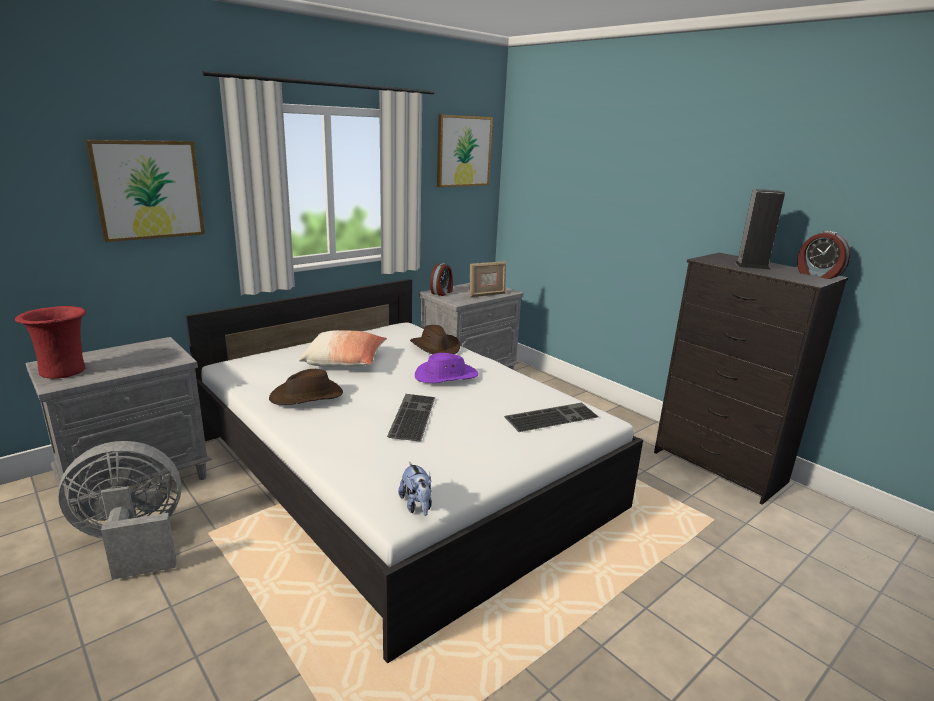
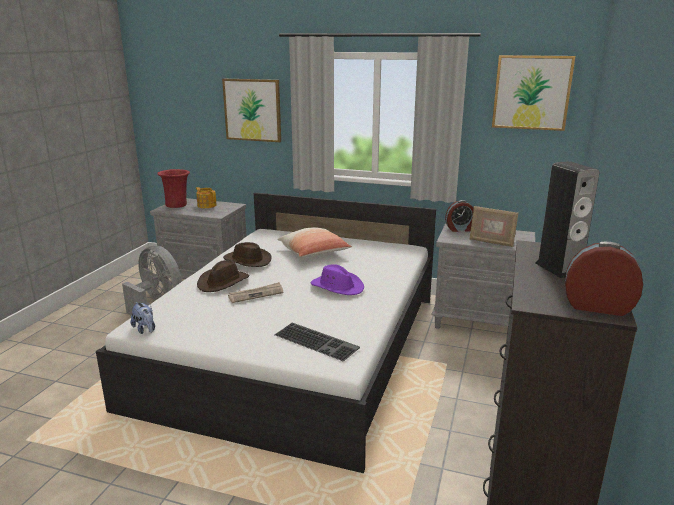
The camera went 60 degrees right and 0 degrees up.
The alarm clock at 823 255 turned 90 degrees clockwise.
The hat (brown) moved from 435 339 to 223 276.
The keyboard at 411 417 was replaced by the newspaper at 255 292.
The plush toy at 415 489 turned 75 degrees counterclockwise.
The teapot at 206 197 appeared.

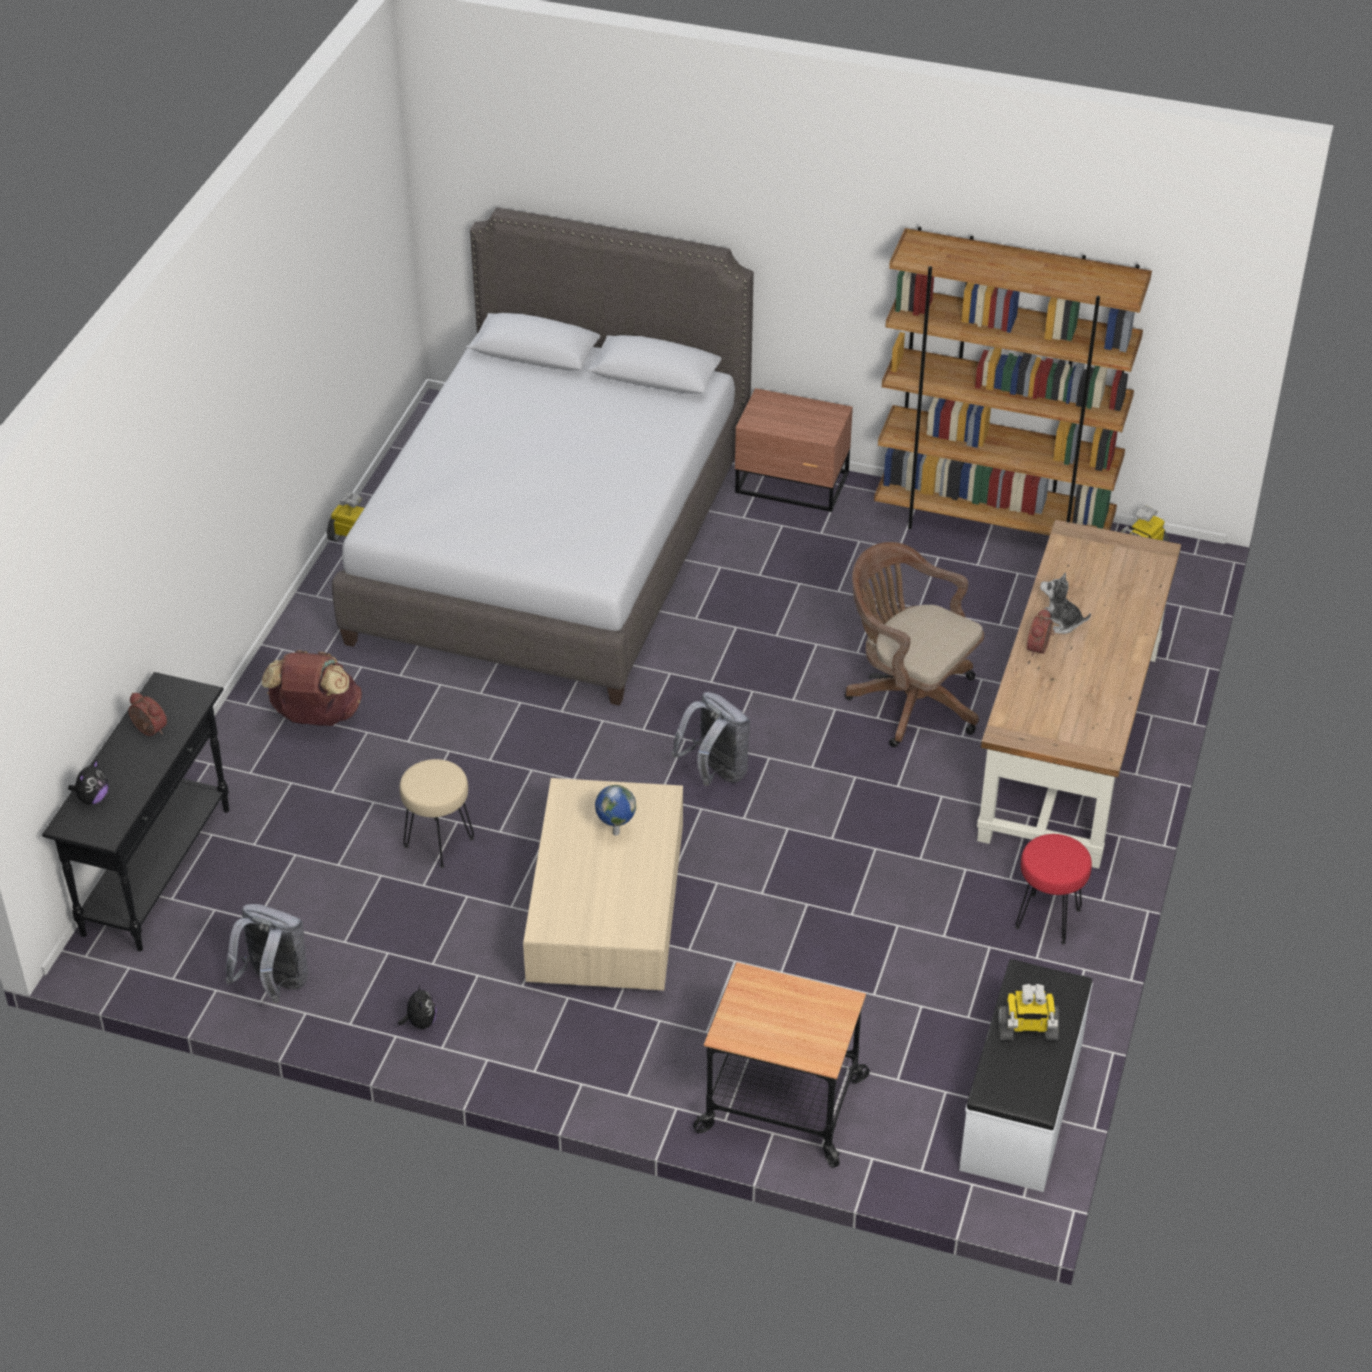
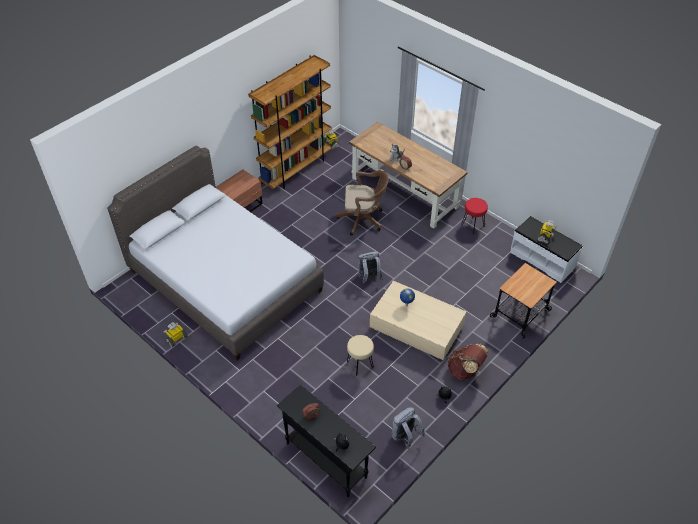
The camera went 65 degrees left and 5 degrees up.
The office chair (brown) at 914 644 turned 150 degrees counterclockwise.
The backpack (brown) moved from 312 688 to 468 362.

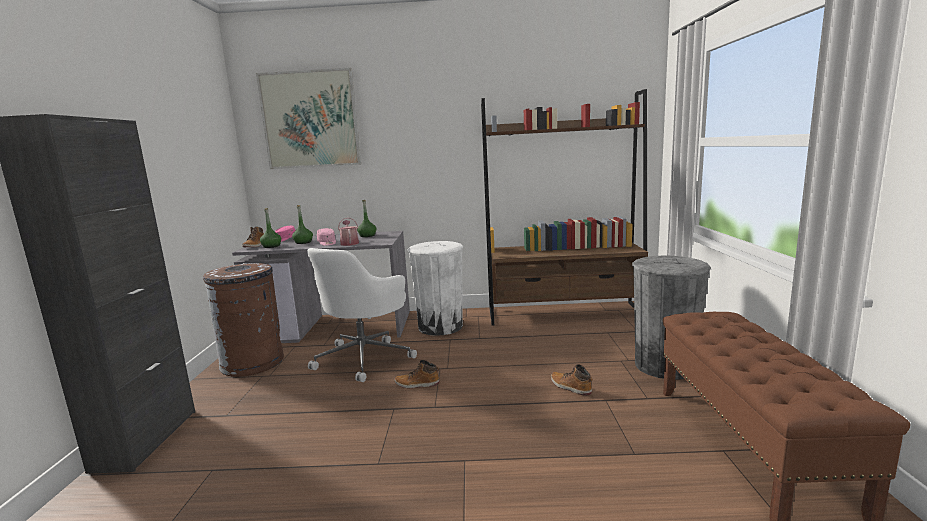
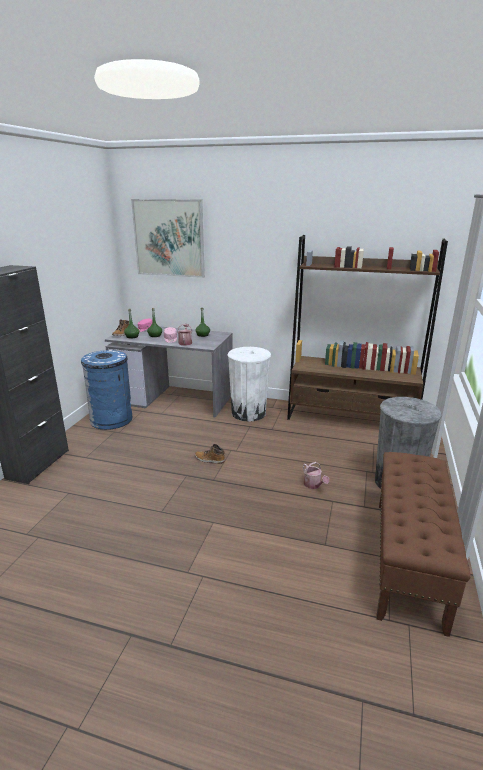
The camera went 15 degrees right and 10 degrees up.
The office chair (white) at 362 315 disappeared.
The trash can (brown) at 243 320 became the trash can (blue) at 106 390.
The boot at 571 380 was replaced by the watering can at 316 475.

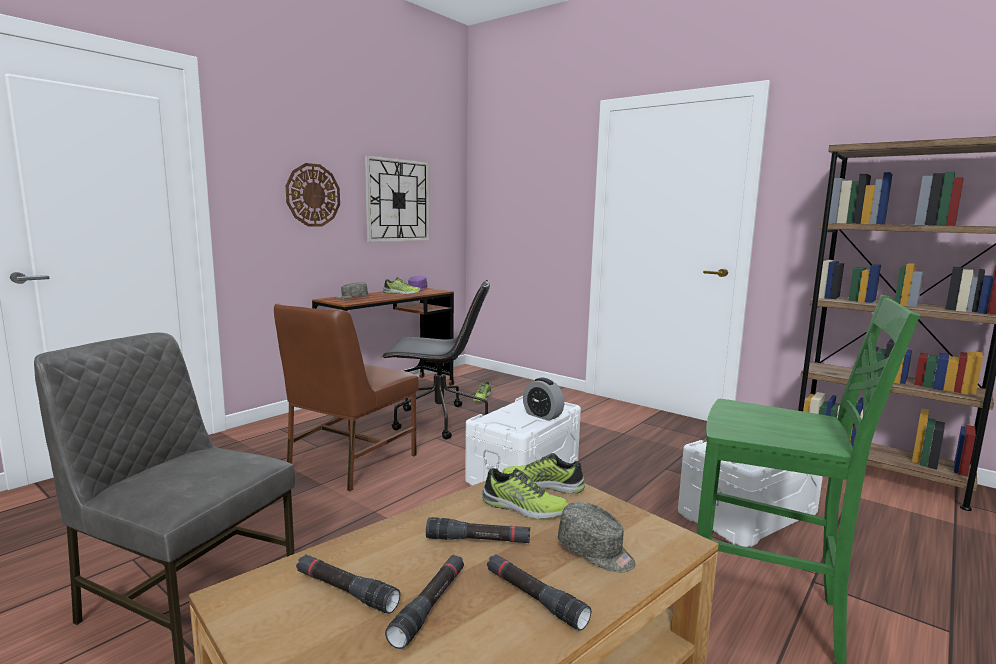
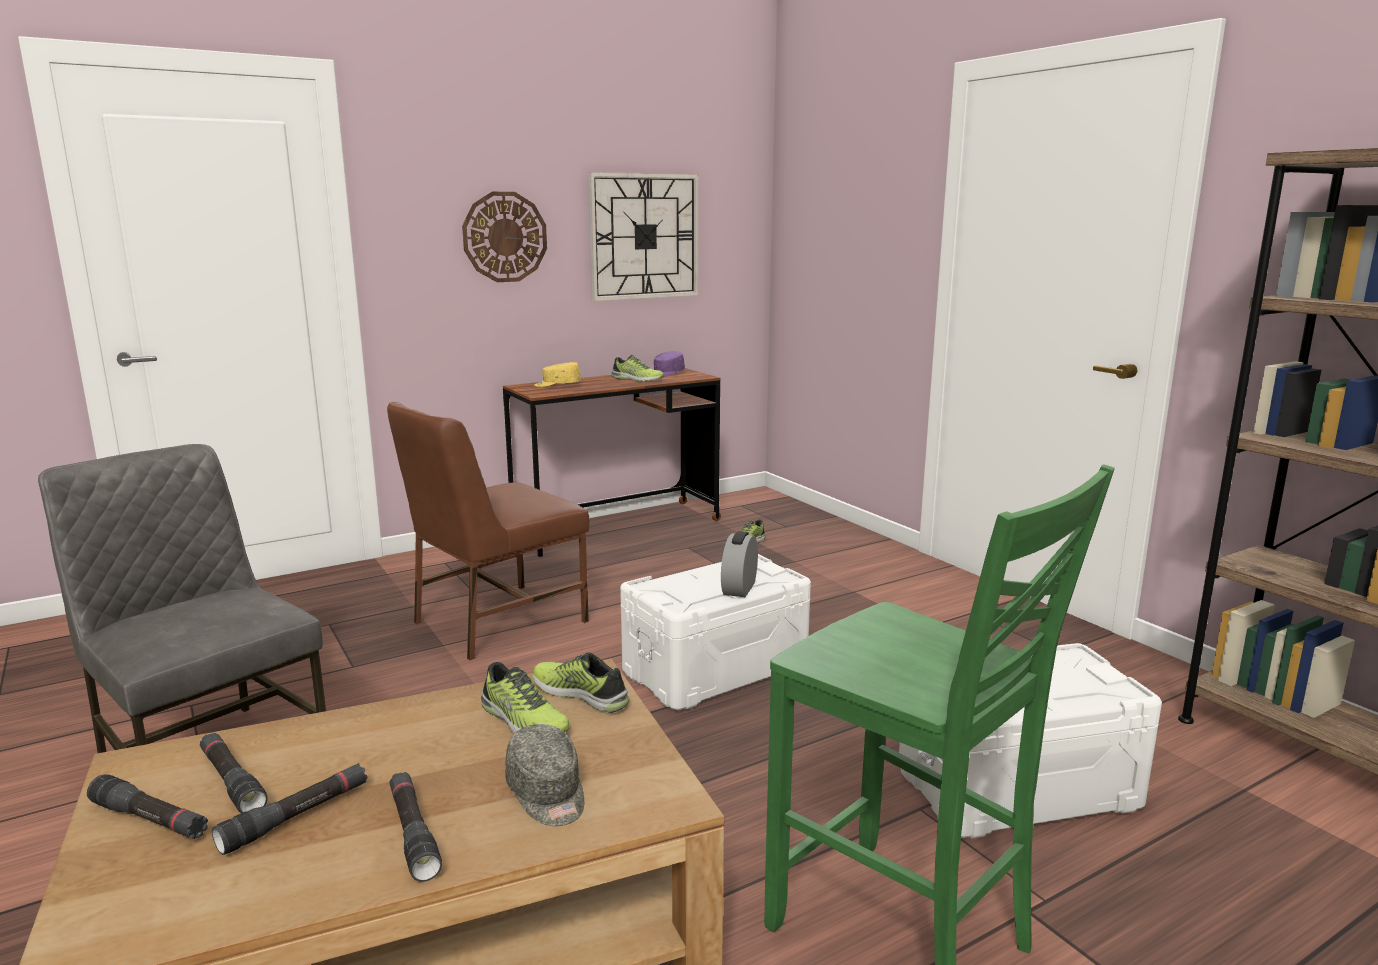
The camera went 20 degrees right and 5 degrees up.
The office chair (black) at 436 359 disappeared.
The cap (grey) at 352 290 became the cap (yellow) at 557 374.
The alarm clock at 543 399 turned 45 degrees clockwise.
The flashlight (black) moved from 478 530 to 147 806.

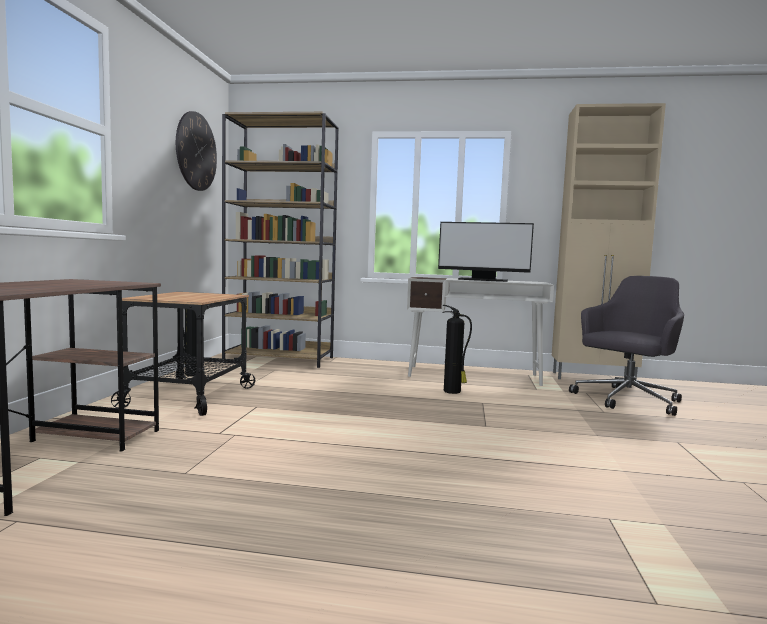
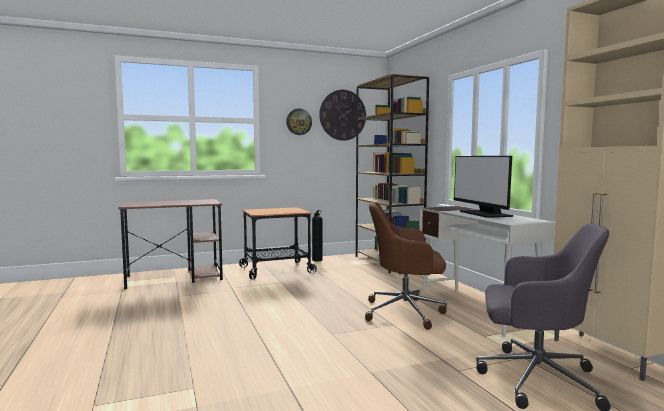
The camera went 60 degrees right and 0 degrees up.
The fire extinguisher at 457 349 was replaced by the office chair (brown) at 406 266.
The wall clock at 299 121 appeared.

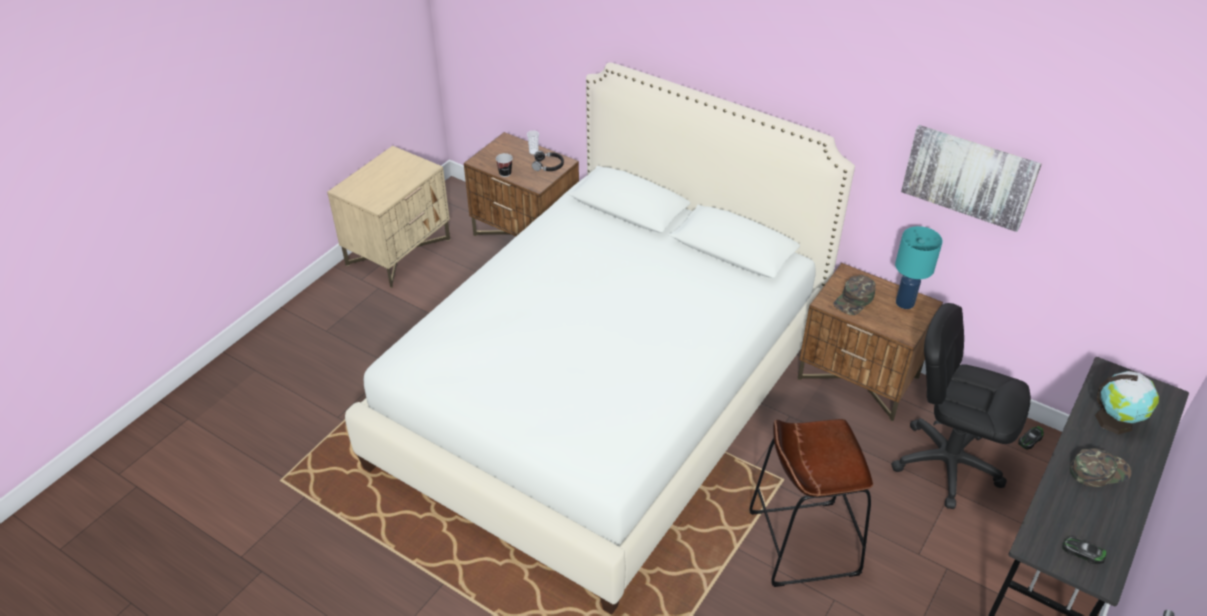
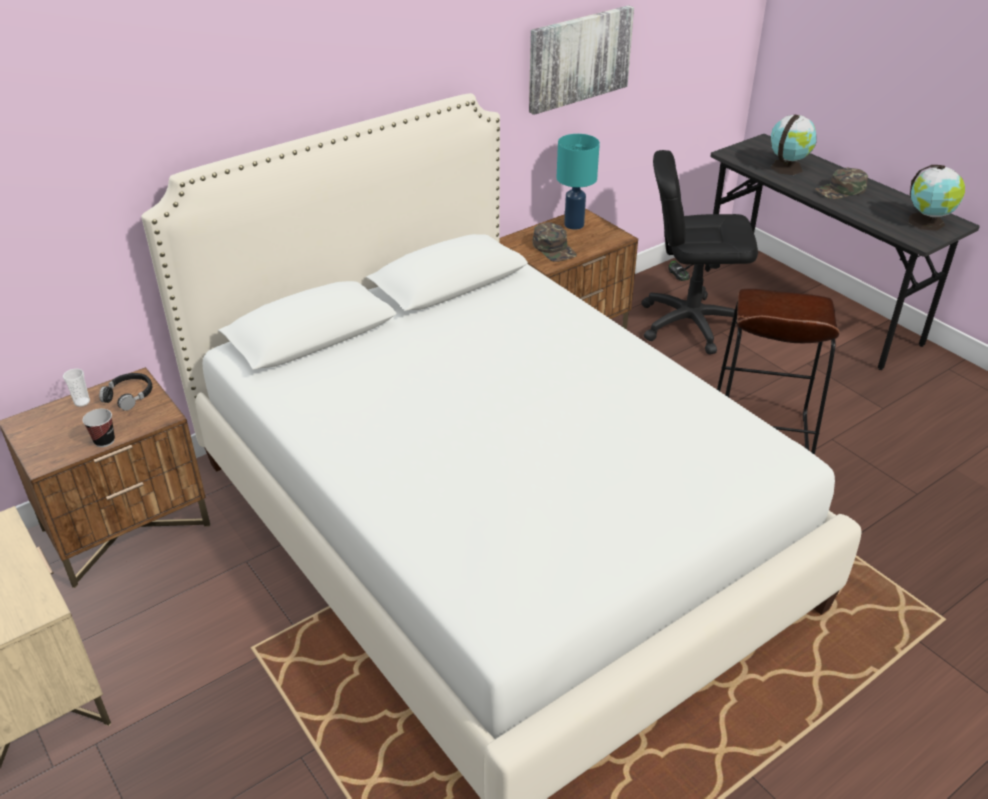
The camera went 70 degrees left and 5 degrees down.
The office chair (black) at 961 406 turned 45 degrees clockwise.
The cap (green) at 1100 467 turned 120 degrees counterclockwise.
The toy car at 1084 550 was replaced by the globe at 937 198.

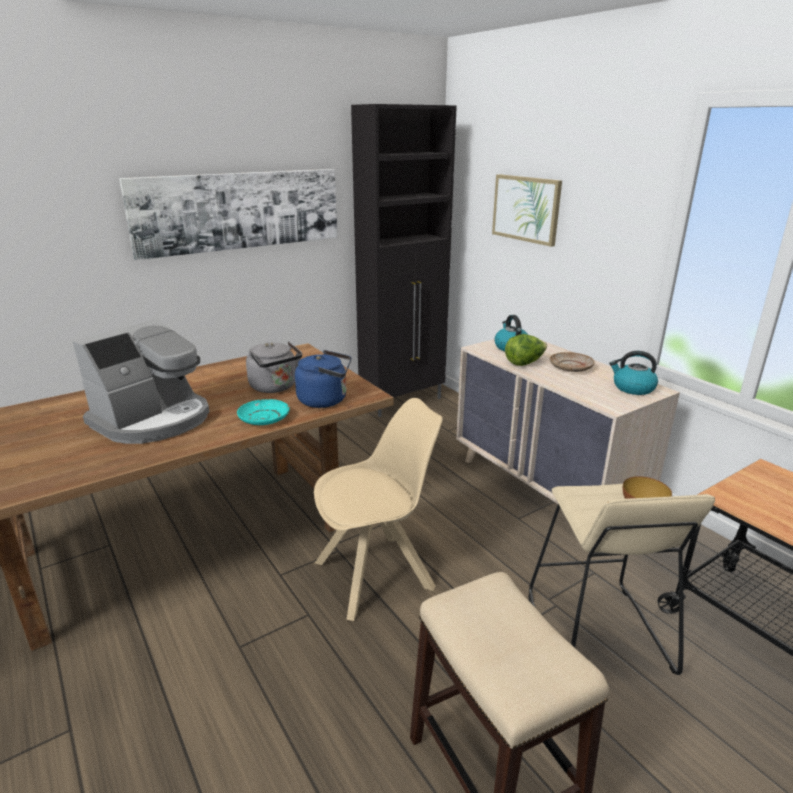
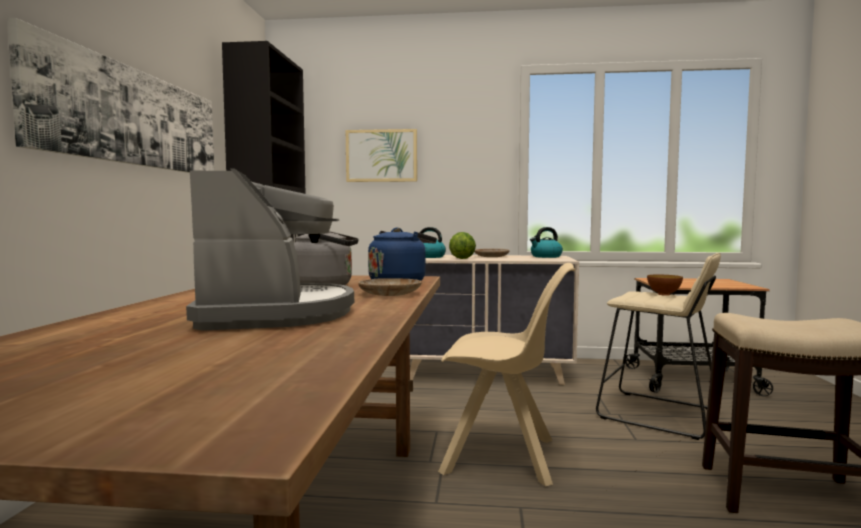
The camera went 50 degrees left and 20 degrees down.
The chair (beige) at 378 509 turned 90 degrees clockwise.
The plate (turquoise) at 263 412 became the plate (beige) at 389 287.

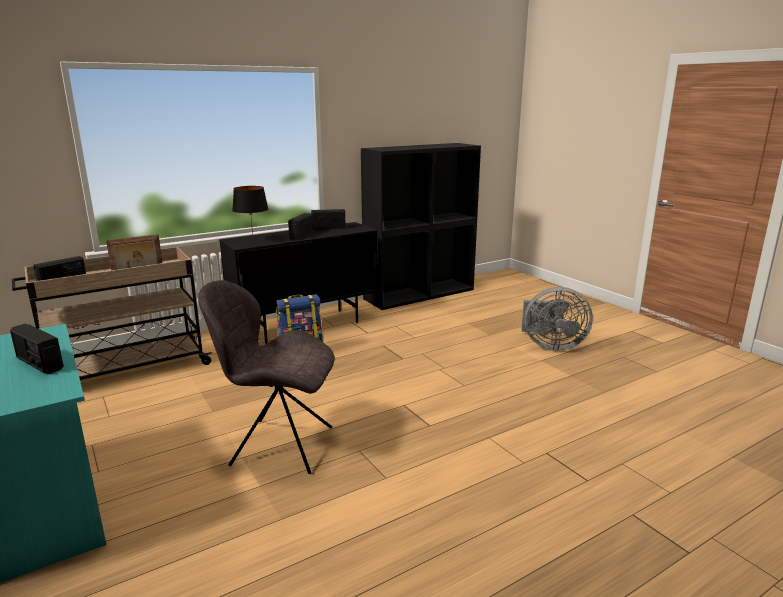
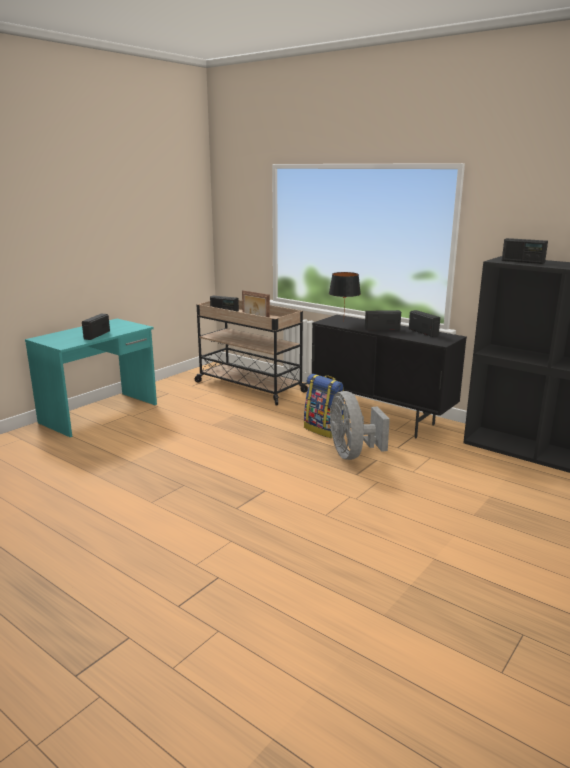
The camera went 70 degrees right and 0 degrees up.
The chair (grey) at 266 377 disappeared.
The fan (grey) moved from 557 319 to 359 425.
The radio at 525 251 appeared.

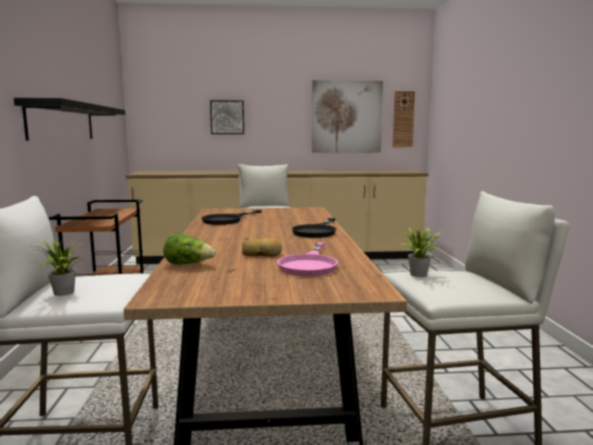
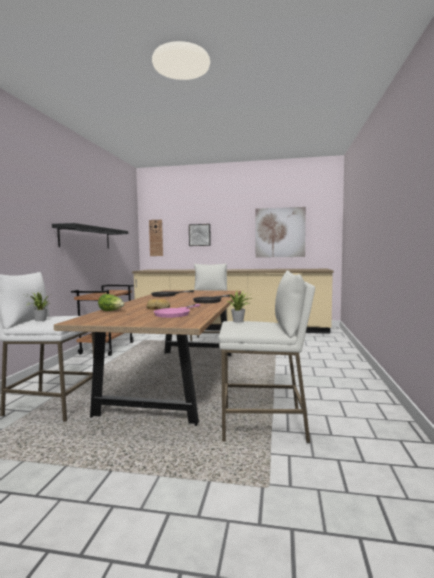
The camera went 15 degrees right and 5 degrees down.
The wall clock moved from 403 119 to 156 238.

